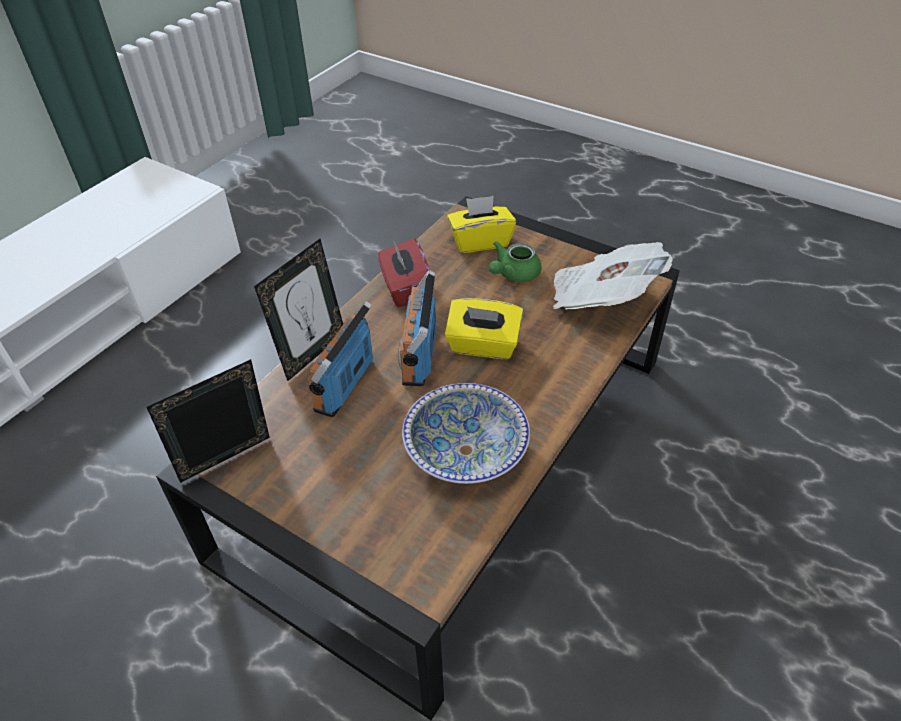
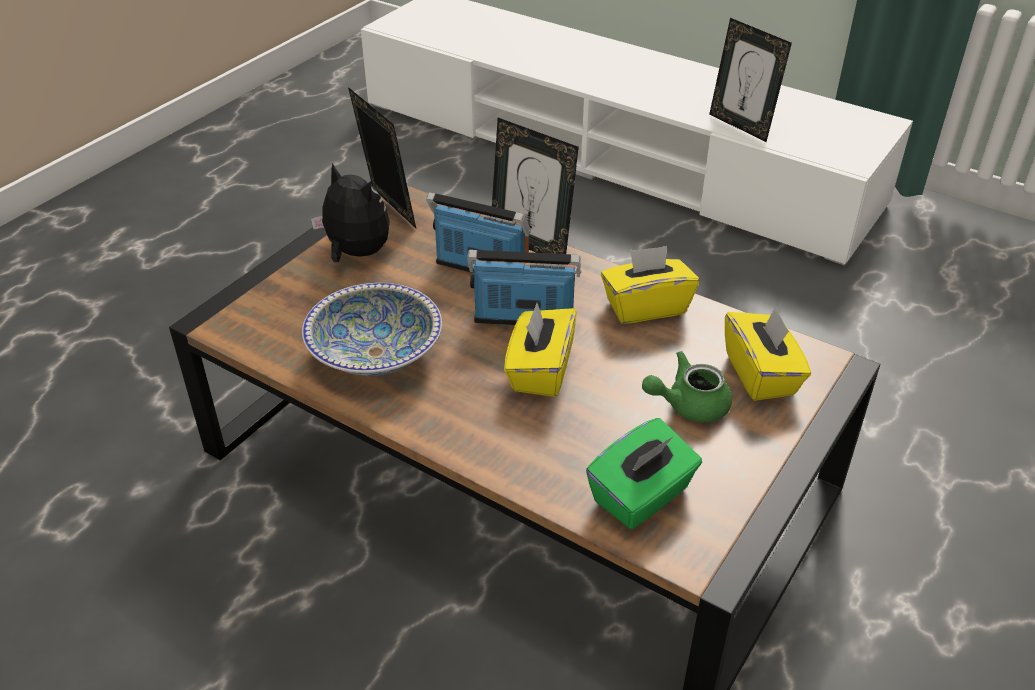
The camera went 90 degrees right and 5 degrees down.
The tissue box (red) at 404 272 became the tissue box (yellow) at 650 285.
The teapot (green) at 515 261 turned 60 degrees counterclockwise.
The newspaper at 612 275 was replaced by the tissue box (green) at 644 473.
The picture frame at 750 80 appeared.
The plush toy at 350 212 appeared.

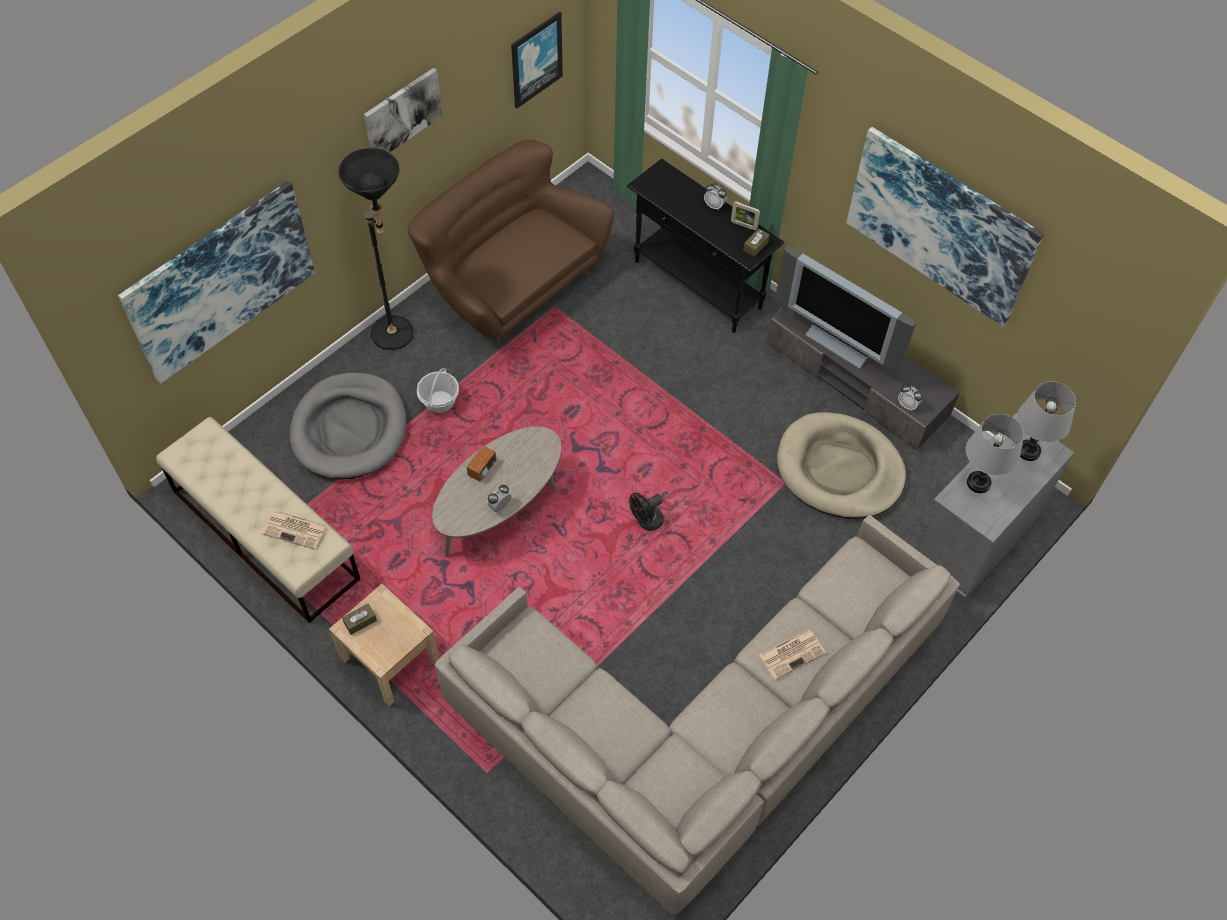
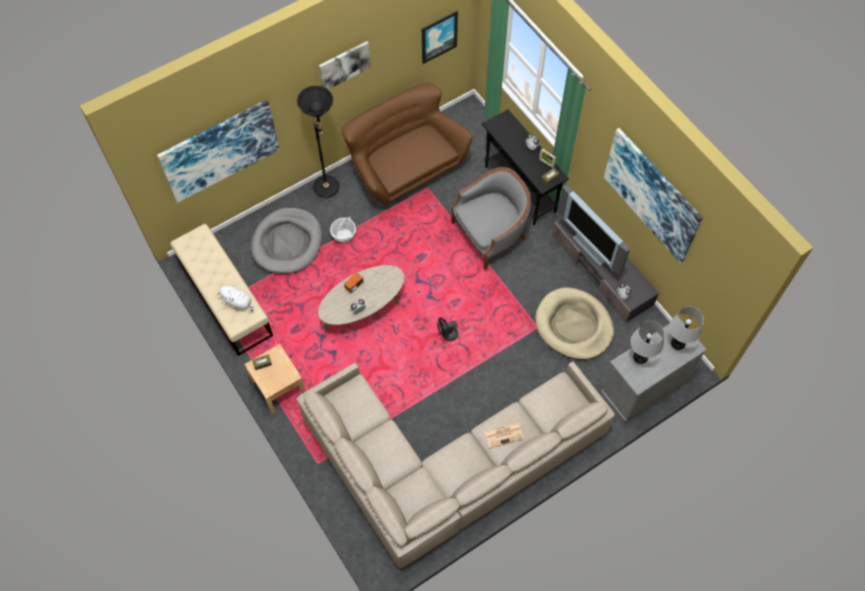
The camera went 15 degrees right and 5 degrees up.
The newspaper at 294 529 was replaced by the plush toy (white) at 235 299.
The armchair (grey) at 491 218 appeared.

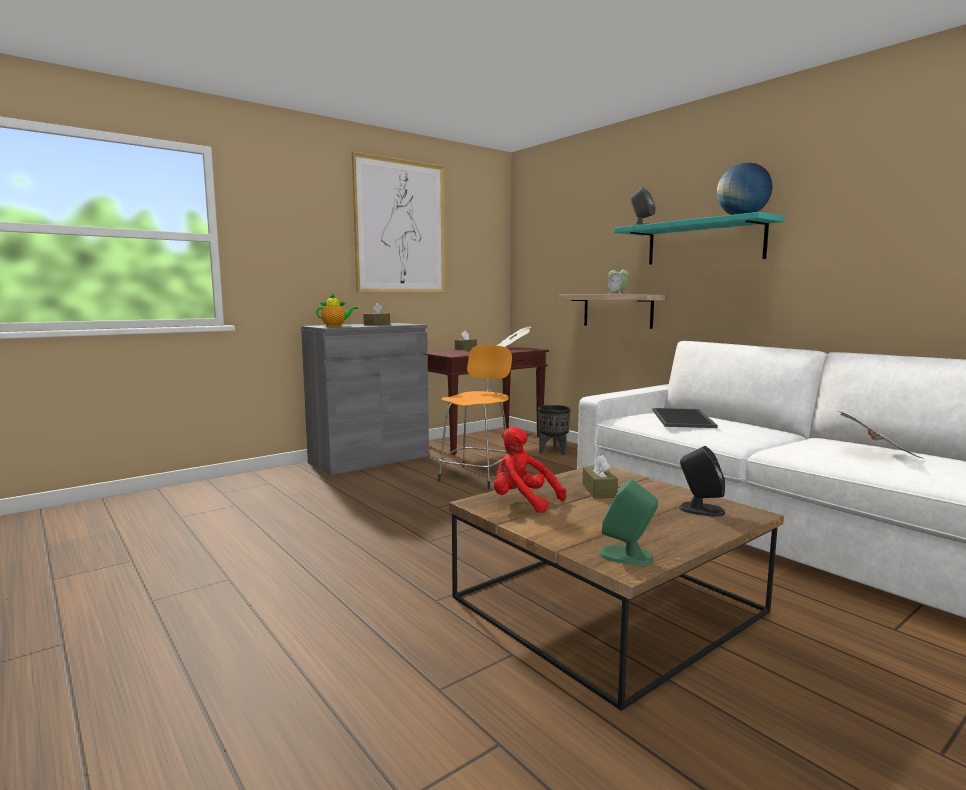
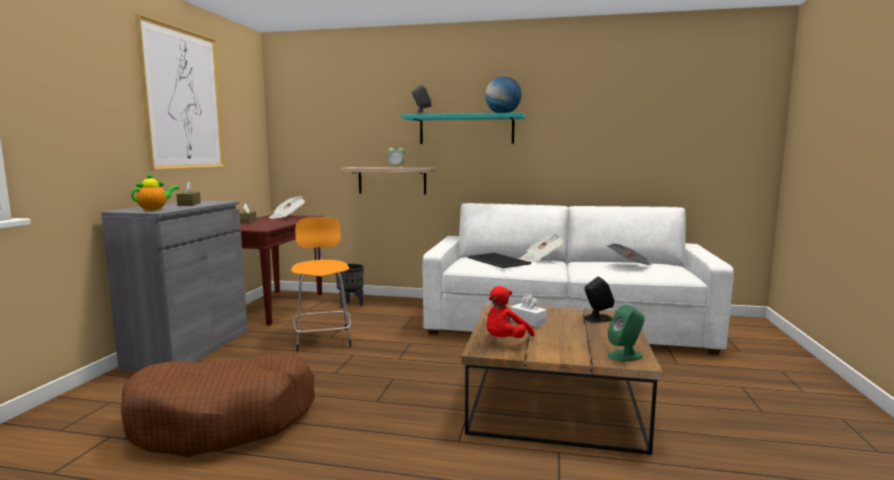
The camera went 40 degrees left and 0 degrees up.
The plush toy (red) at 530 469 turned 45 degrees counterclockwise.
The tissue box (brown) at 600 476 became the tissue box (white) at 528 310.
The newspaper at 542 247 appeared.
The dog bed (brown) at 218 405 appeared.

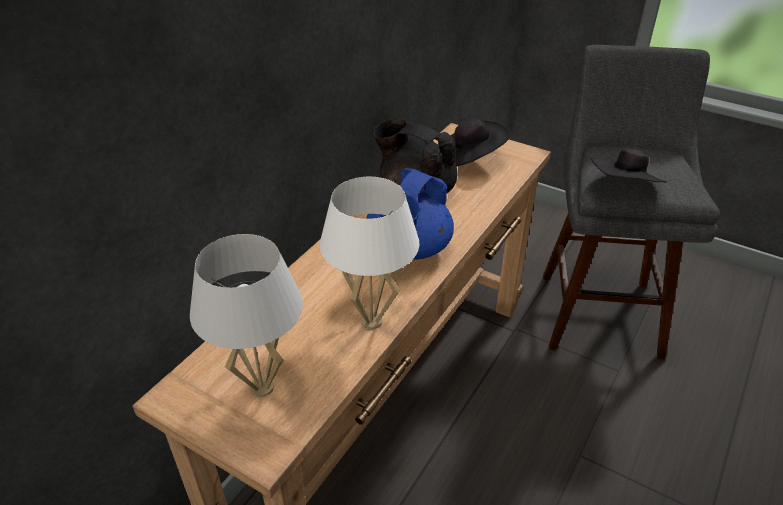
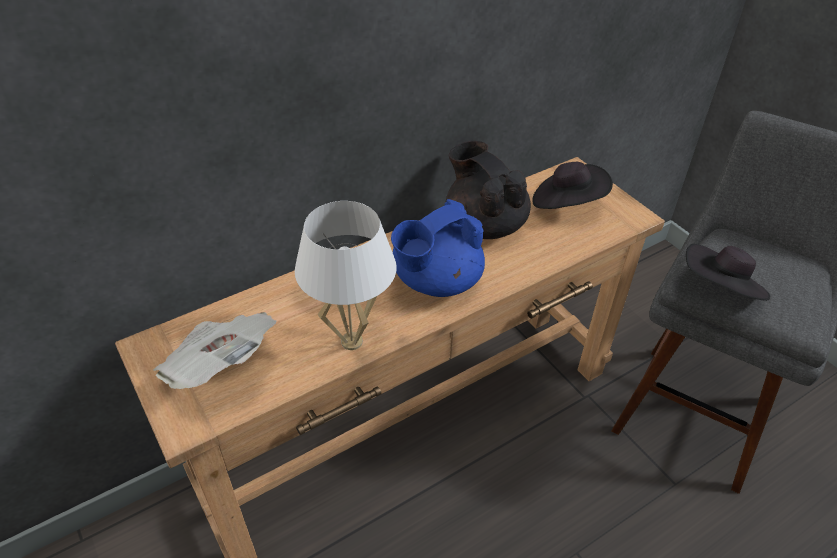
The camera went 25 degrees right and 5 degrees up.
The table lamp (white) at 246 315 was replaced by the newspaper at 214 350.

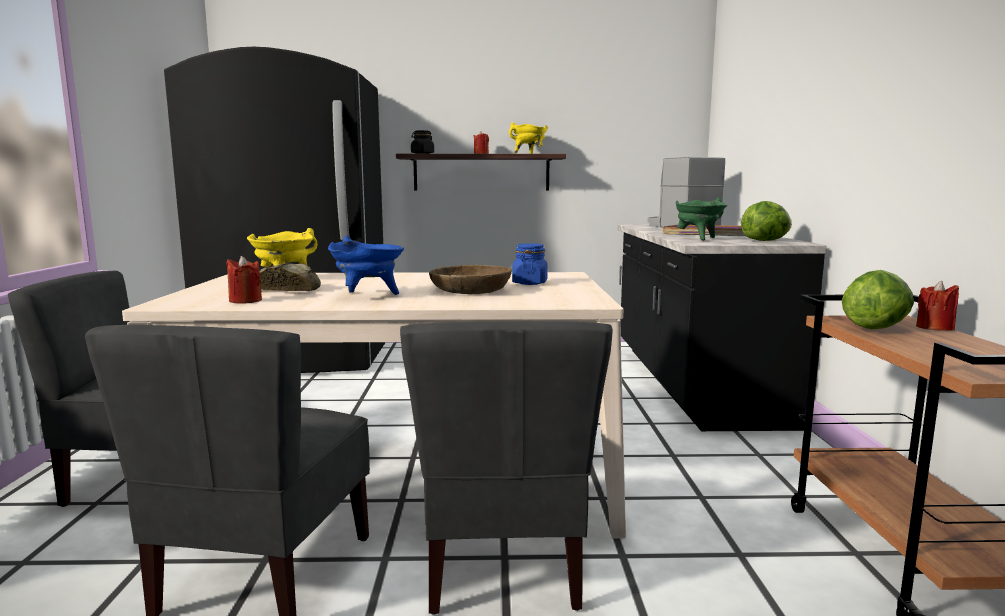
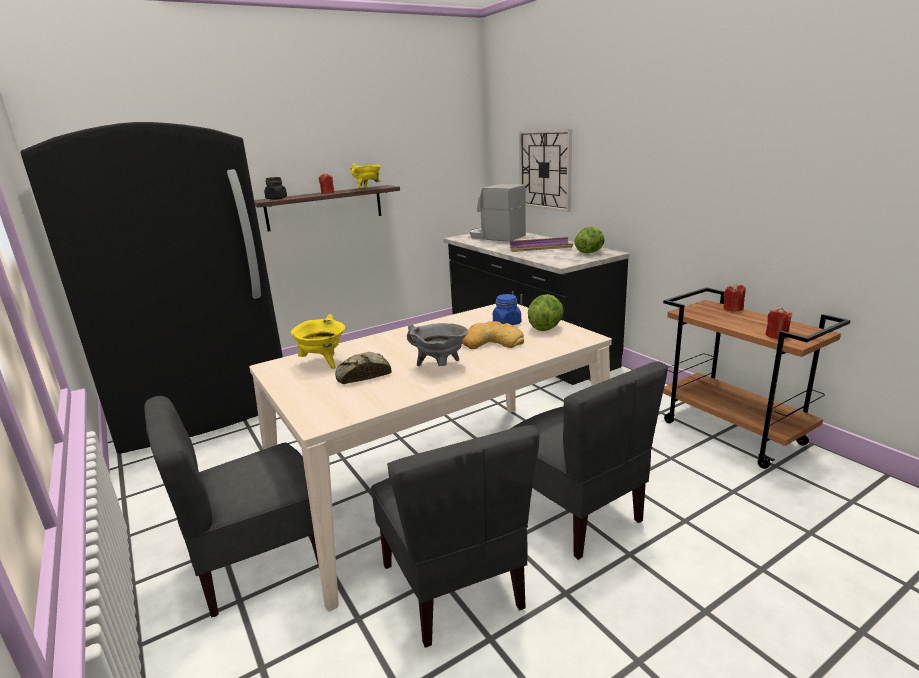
The camera went 30 degrees left and 10 degrees up.
The cooking pot (green) at 702 219 disappeared.
The cooking pot (blue) at 366 265 became the cooking pot (grey) at 437 344.
The candle (red) moved from 244 280 to 778 323.
The bowl (brown) at 470 279 was replaced by the bread at 492 335.
The lettuce moved from 878 299 to 546 312.
The wall clock at 545 170 appeared.

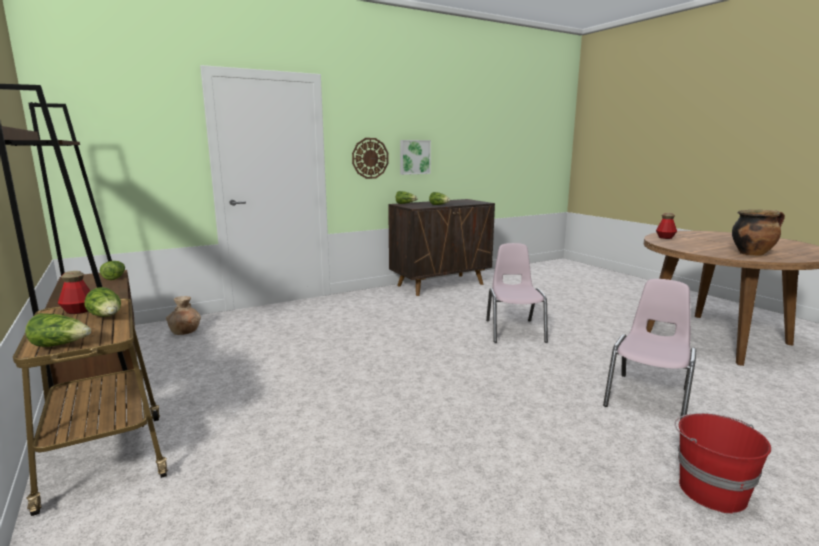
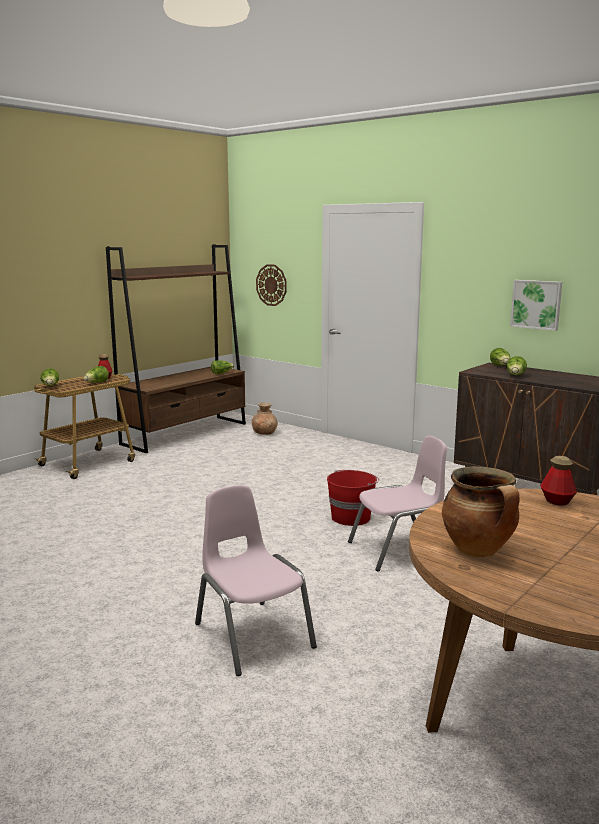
The camera went 70 degrees right and 0 degrees up.
The wall clock moved from 370 158 to 271 285.
The chair (pink) at 649 349 turned 135 degrees counterclockwise.
The bucket (red) moved from 723 463 to 353 498.

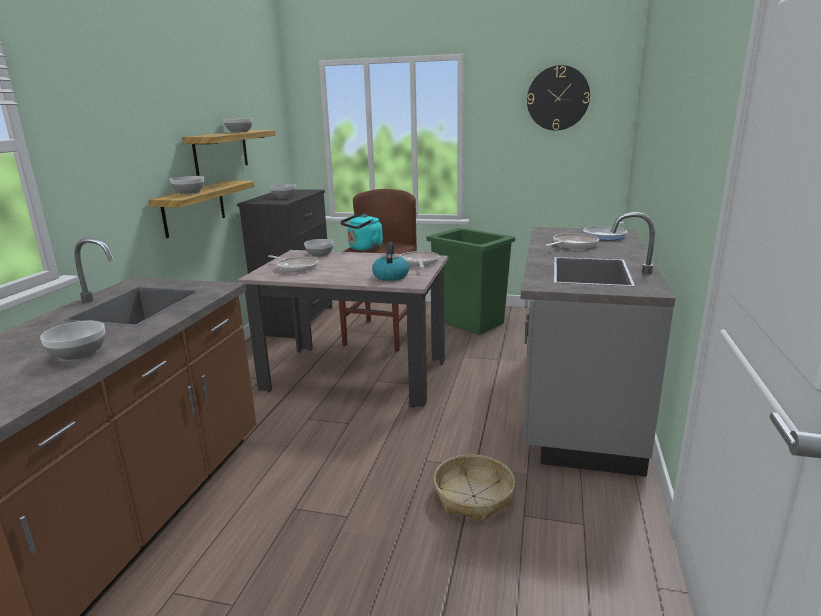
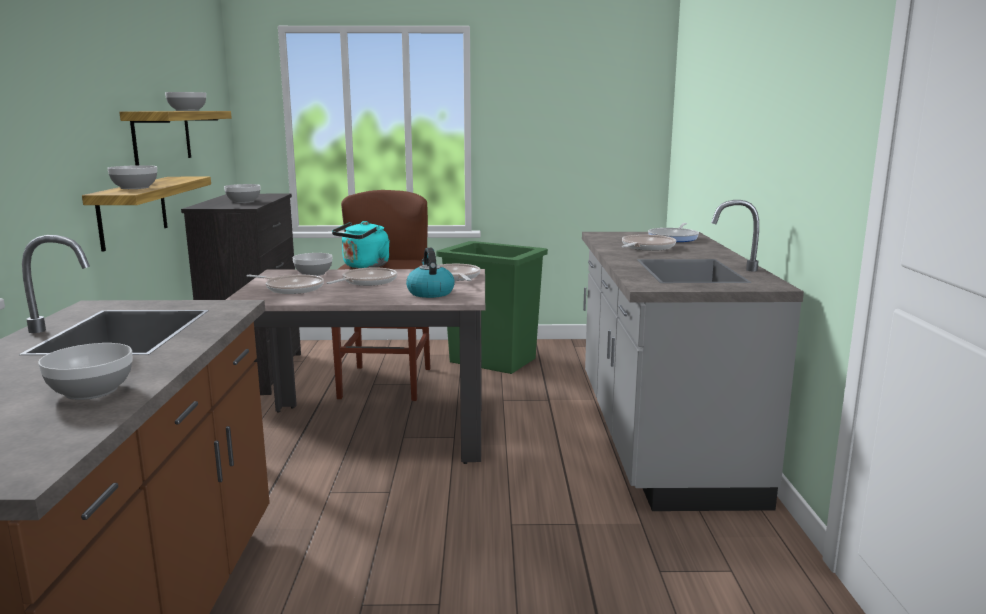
The camera went 15 degrees left and 5 degrees down.
The wall clock at 558 98 disappeared.
The basket at 474 488 disappeared.
The frying pan at 361 276 appeared.

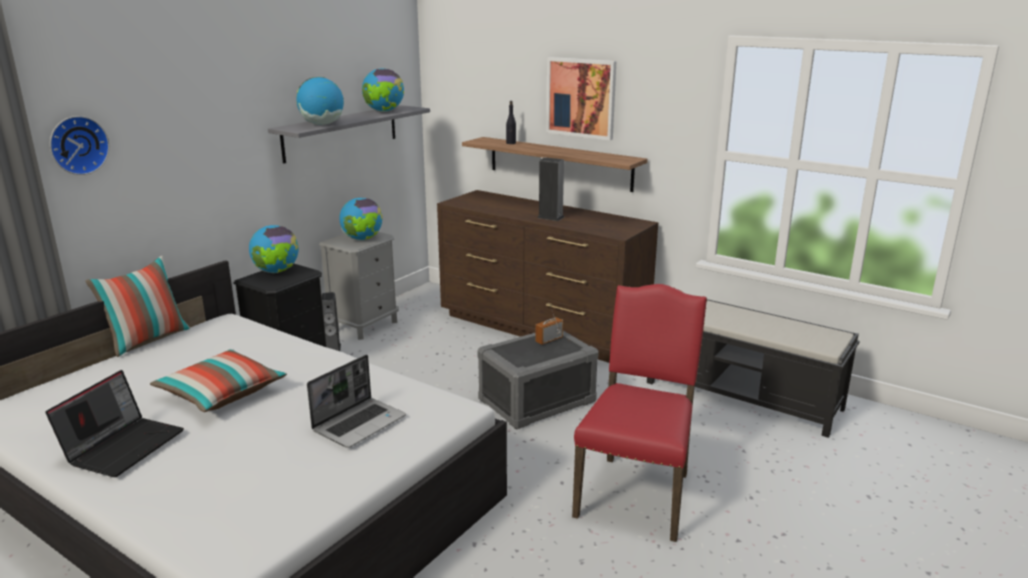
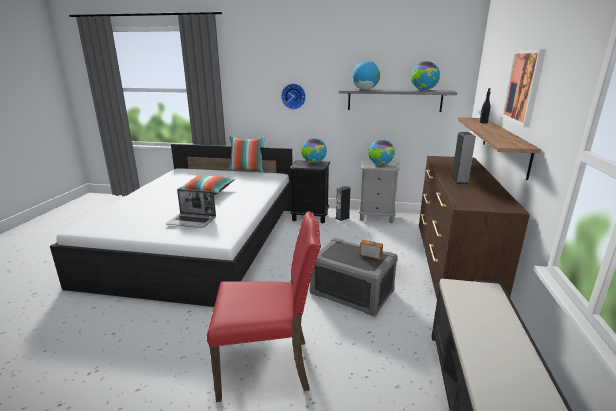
The camera went 65 degrees right and 0 degrees up.
The wall clock moved from 80 145 to 293 96.
The laptop at 114 423 disappeared.

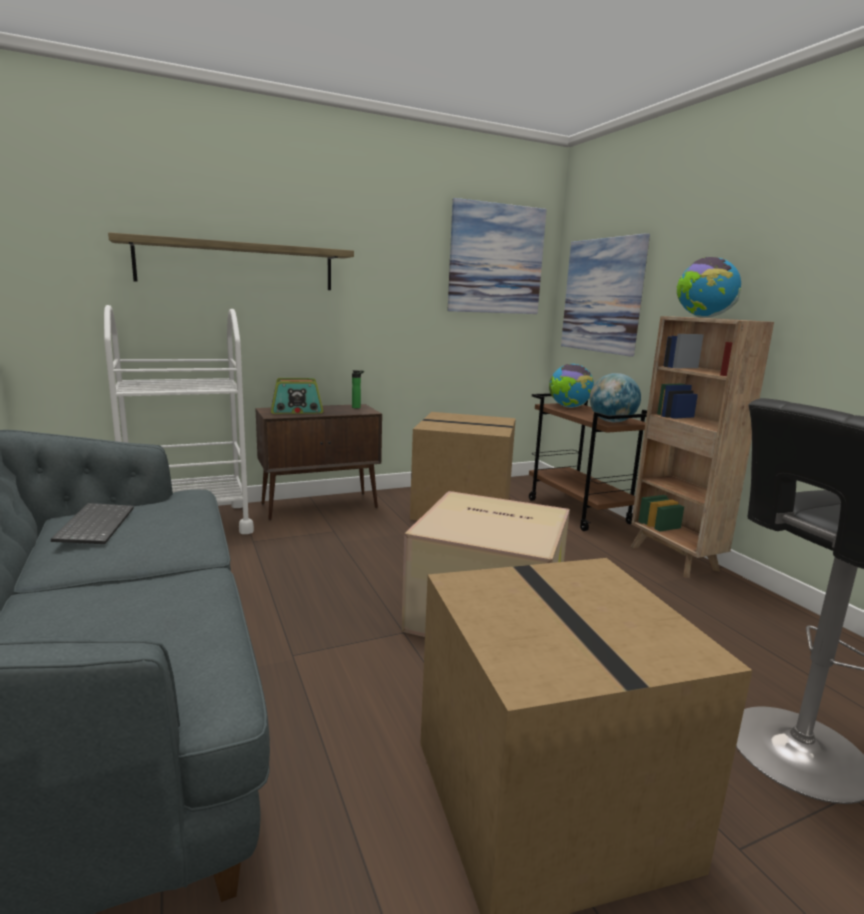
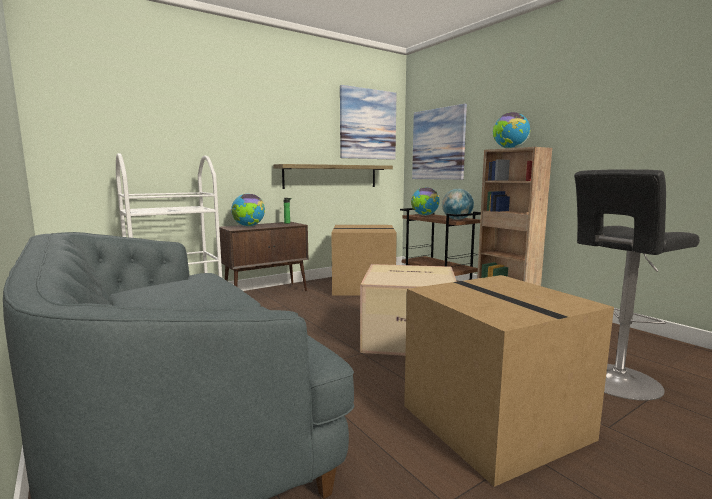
The camera went 10 degrees left and 5 degrees down.
The shelf moved from 231 261 to 333 176.
The radio at 297 396 was replaced by the globe at 248 210.
The keyboard at 92 523 disappeared.

